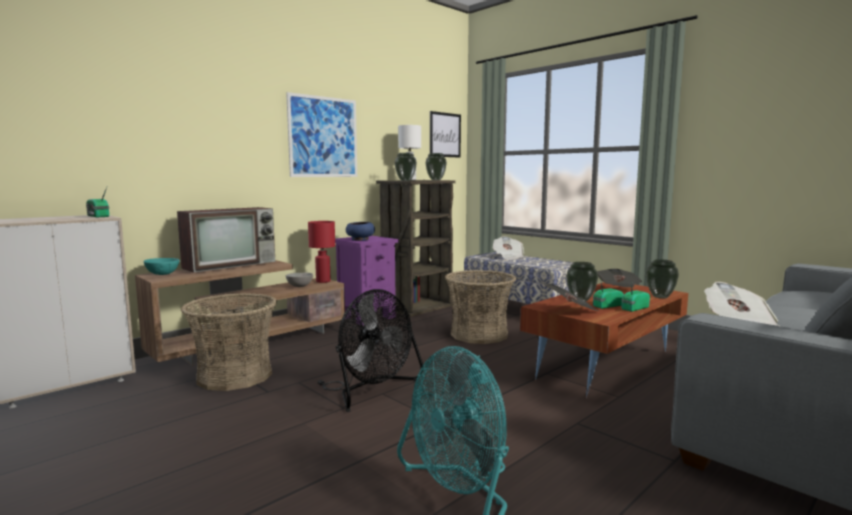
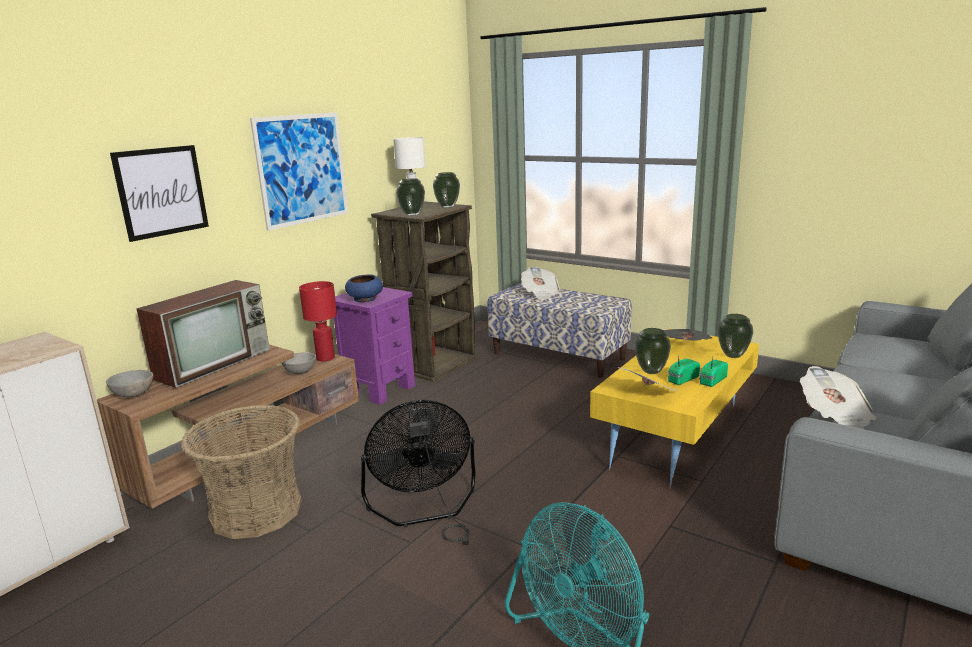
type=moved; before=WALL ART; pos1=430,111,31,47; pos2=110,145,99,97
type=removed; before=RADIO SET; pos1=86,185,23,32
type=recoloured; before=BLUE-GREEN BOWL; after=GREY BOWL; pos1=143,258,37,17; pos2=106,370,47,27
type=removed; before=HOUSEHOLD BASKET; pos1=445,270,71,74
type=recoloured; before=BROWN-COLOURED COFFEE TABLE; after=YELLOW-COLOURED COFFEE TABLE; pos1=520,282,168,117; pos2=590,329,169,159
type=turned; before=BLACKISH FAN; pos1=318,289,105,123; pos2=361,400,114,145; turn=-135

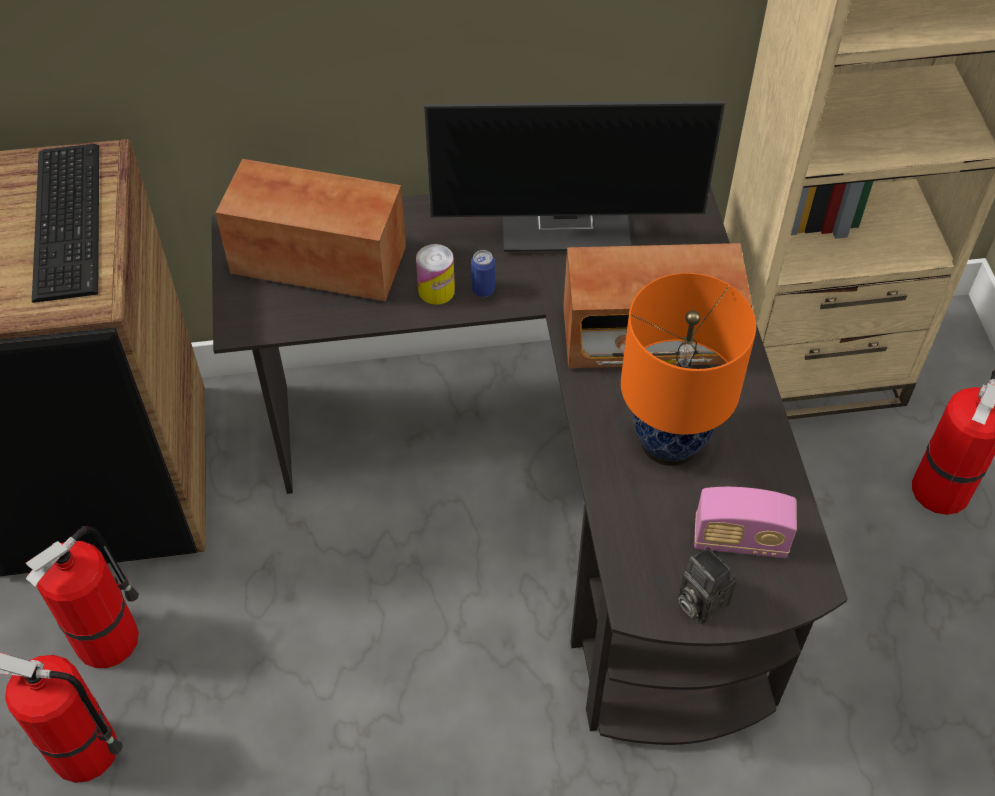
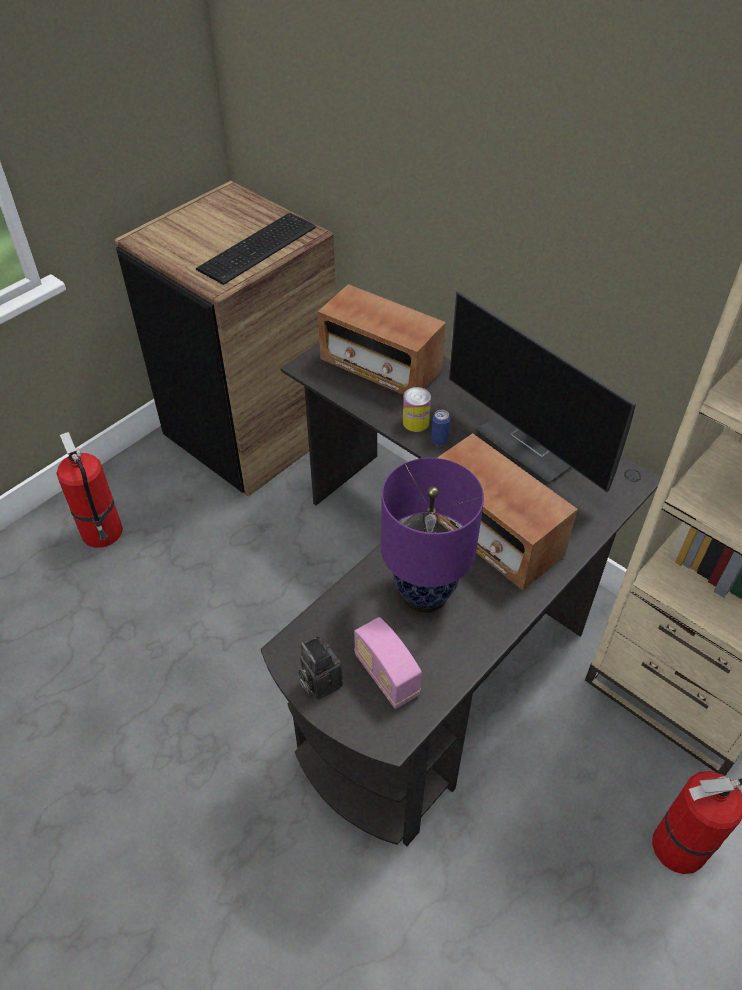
type=turned; before=RADIO SET; pos1=215,159,191,142; pos2=318,284,128,111; turn=150
type=recoloured; before=ORANGEY TABLETOP LAMP; after=PURPLE-COLOURED TABLETOP LAMP; pos1=621,273,135,193; pos2=381,458,103,155
type=removed; before=EXTINGUISHER; pos1=26,526,113,142
type=turned; before=STILL CAMERA; pos1=678,547,58,78; pos2=298,636,45,64; turn=-45

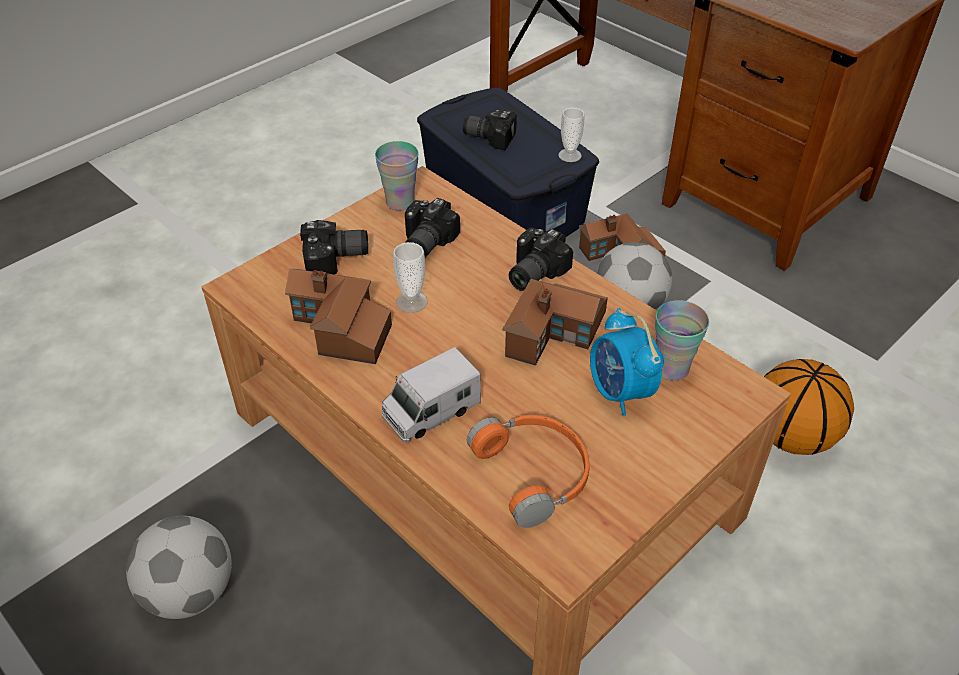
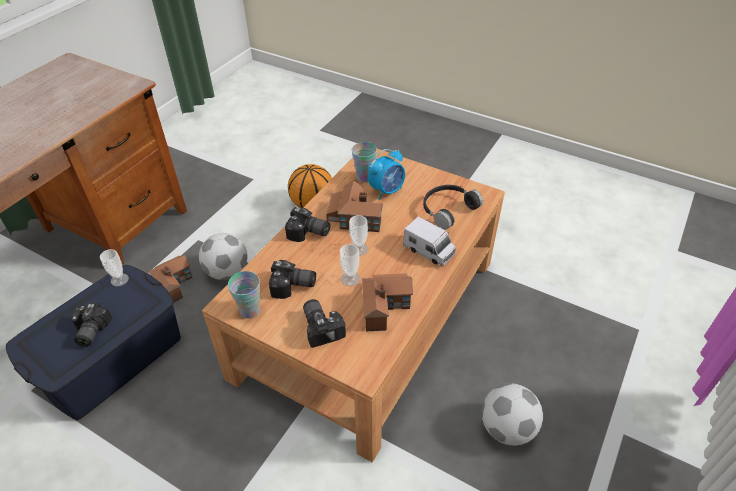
type=recoloured; before=ORANGEY HEADSET; after=BLACKISH HEADSET; pos1=467,415,123,113; pos2=423,185,60,45
type=added; after=DRINKING CUP; pos2=349,215,19,41

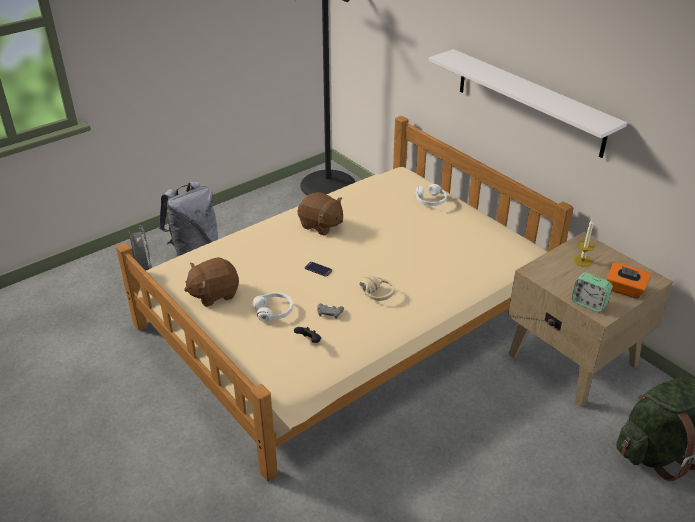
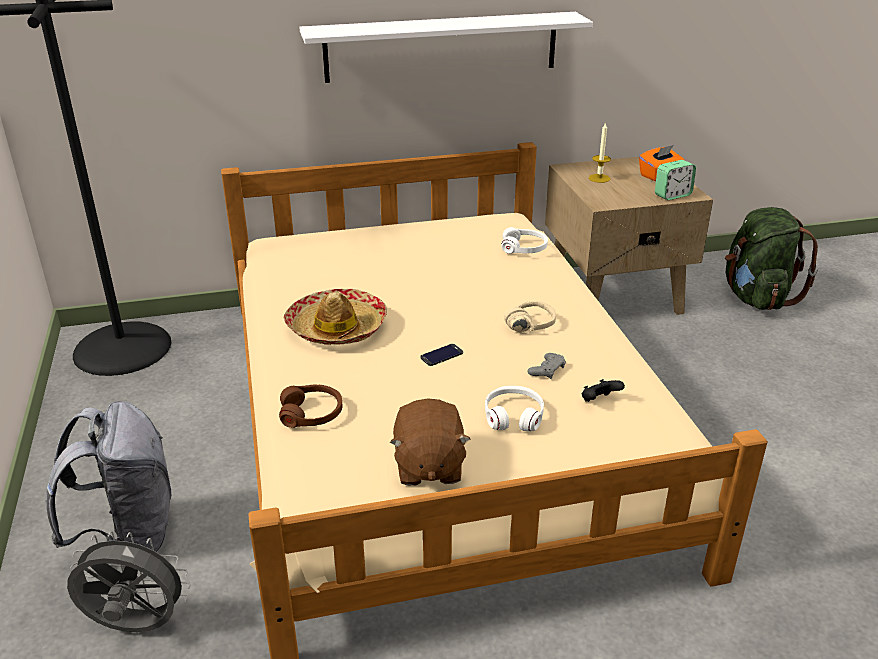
type=moved; before=WHITE HEADSET; pos1=416,184,31,22; pos2=501,227,47,27
type=replaced; before=BROWN-COLOURED PLUSH TOY; after=CLOTHING HAT; pos1=298,192,45,43; pos2=284,289,103,56
type=added; after=BROWN-COLOURED HEADSET; pos2=279,384,63,44

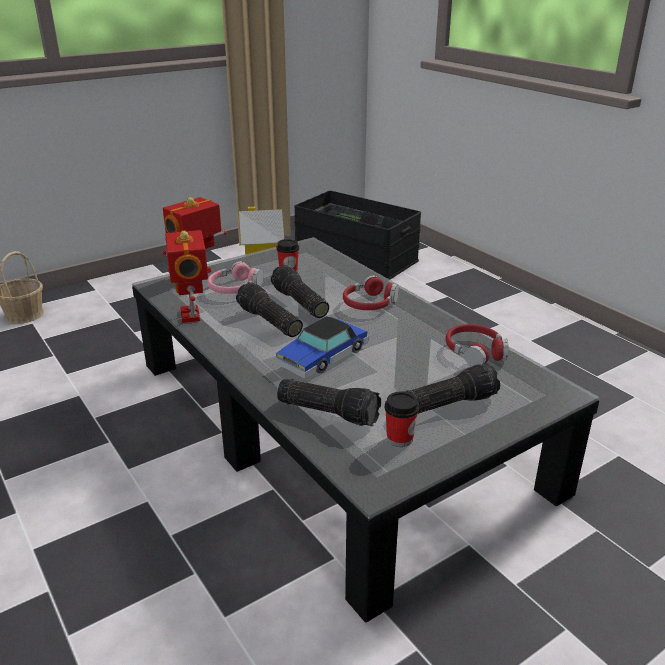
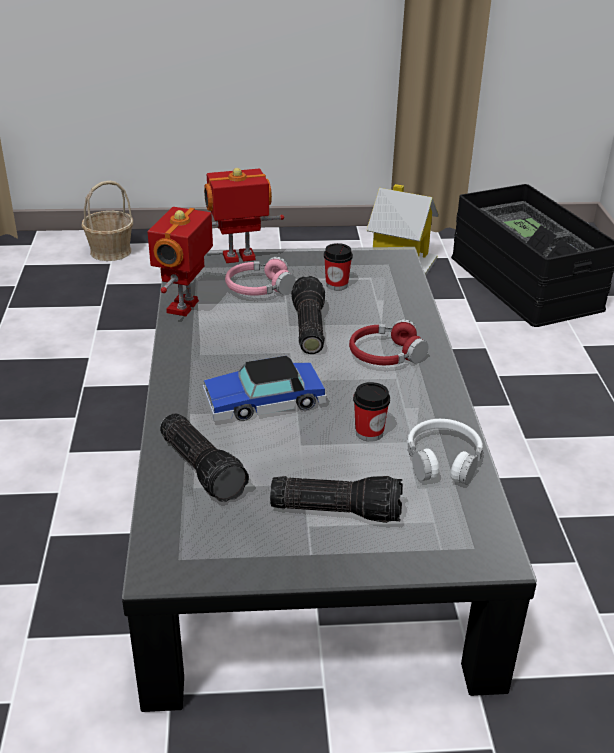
type=removed; before=FLASHLIGHT; pos1=236,282,67,55
type=recoloured; before=RED-COLOURED HEADSET; after=WHITE HEADSET; pos1=445,324,64,43; pos2=407,419,76,66
type=moved; before=DRINKING CUP; pos1=385,391,34,56; pos2=353,382,37,60

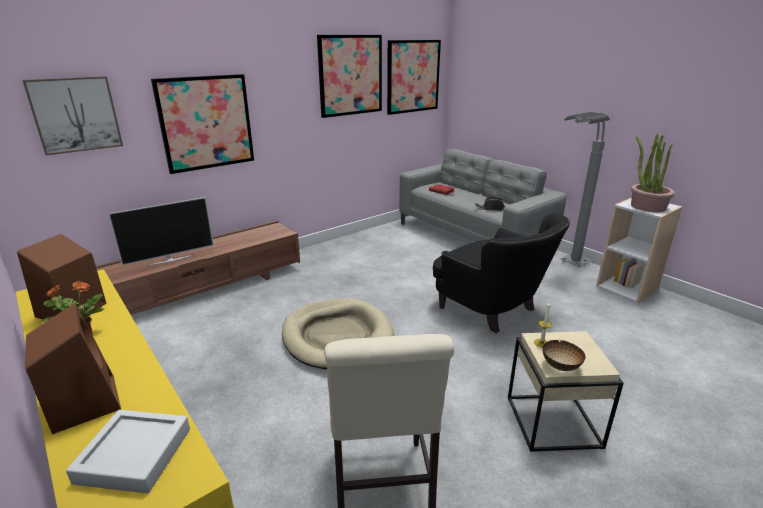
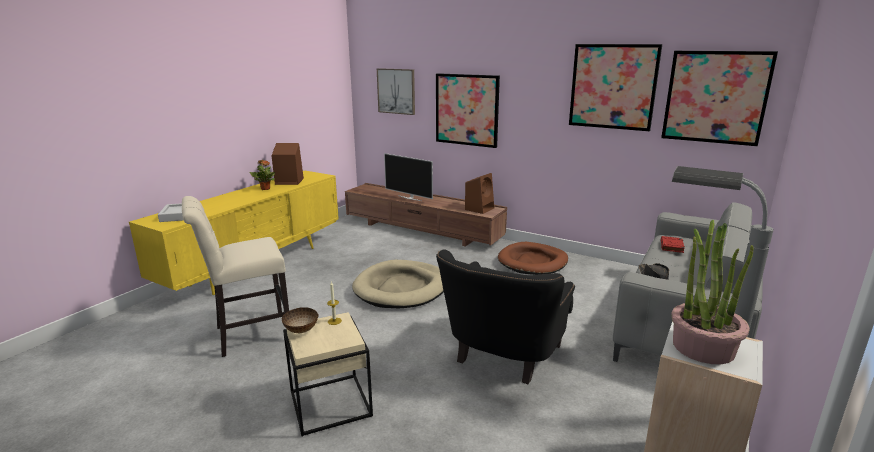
type=moved; before=BROWN-COLOURED SPEAKER; pos1=25,303,96,131; pos2=465,173,29,41
type=added; after=BROWN-COLOURED PET BED; pos2=498,242,70,33

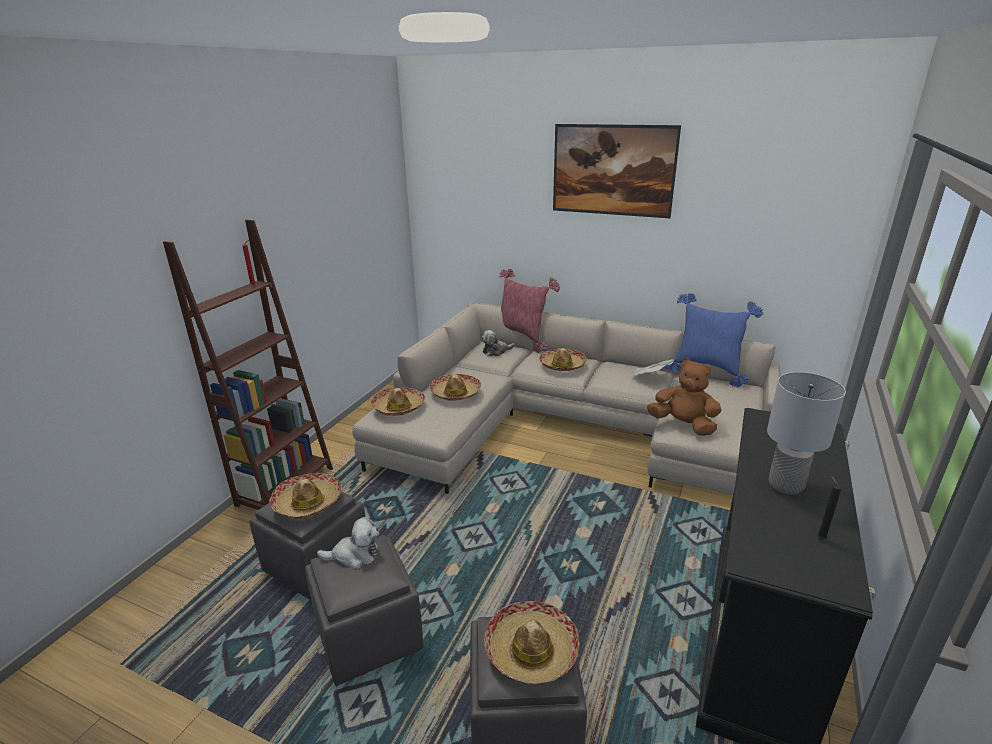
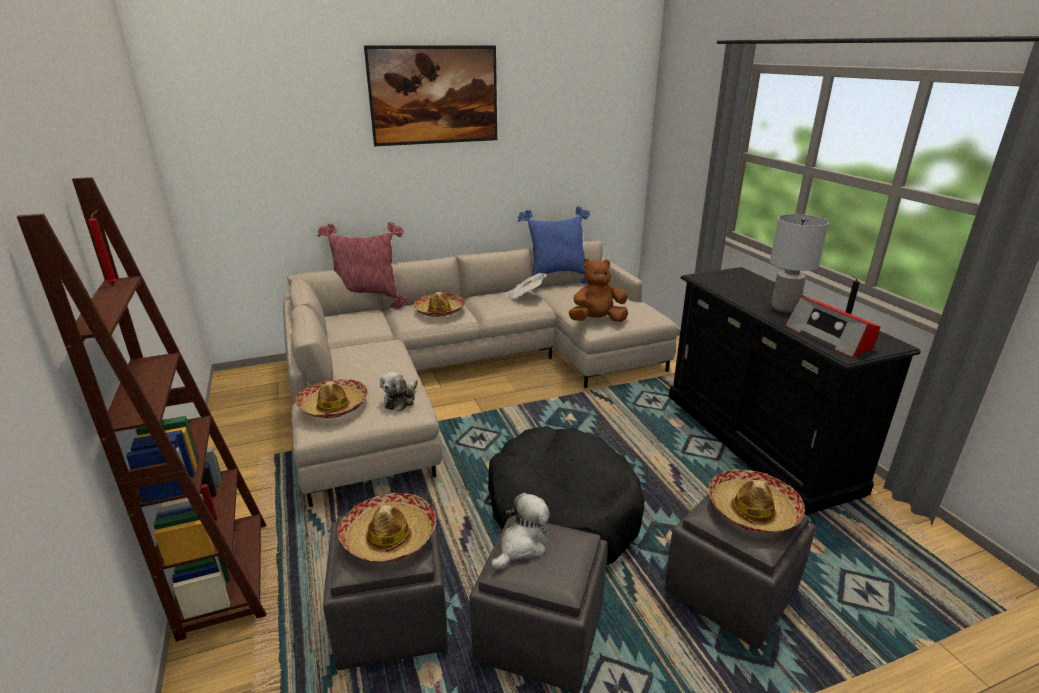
type=moved; before=PLUSH TOY; pos1=481,330,34,26; pos2=380,372,38,39
type=removed; before=CLOTHING HAT; pos1=429,374,52,27
type=added; after=RADIO SET; pos2=785,296,95,62
type=added; after=BLACKISH PET BED; pos2=488,426,157,139

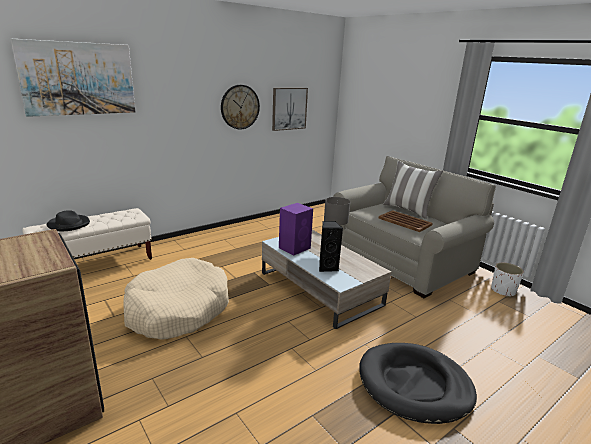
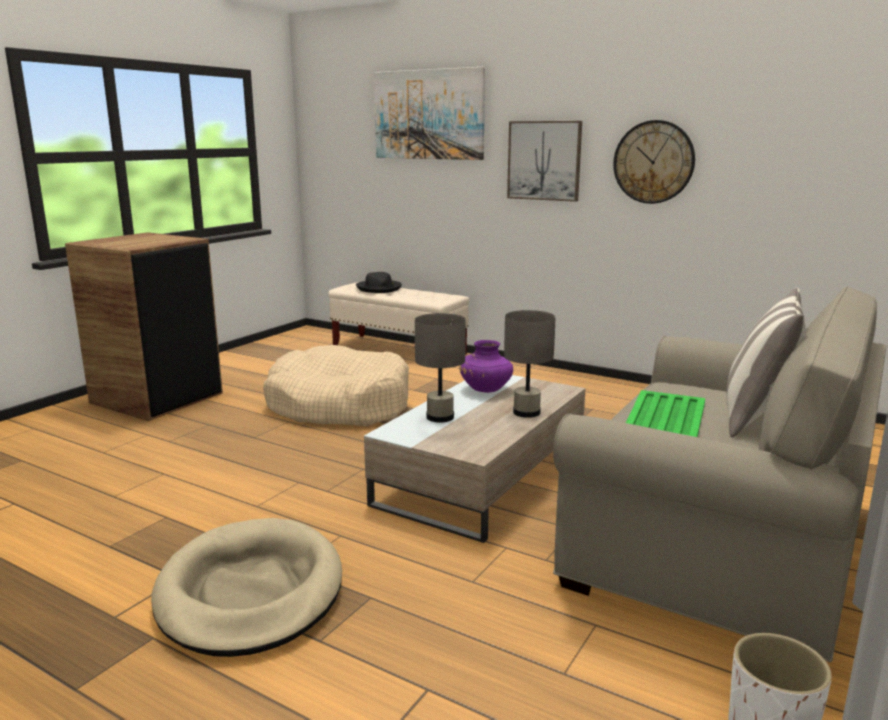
type=moved; before=WALL ART; pos1=272,88,36,43; pos2=507,121,75,81
type=replaced; before=PURPLE-COLOURED SPEAKER; after=PURPLE-COLOURED VASE; pos1=279,203,34,52; pos2=459,340,54,53
type=recoloured; before=BROWN-COLOURED CARRYING TRAY; after=GREEN-COLOURED CARRYING TRAY; pos1=379,210,54,22; pos2=626,390,79,47
type=replaced; before=BLACKISH SPEAKER; after=GREY TABLETOP LAMP; pos1=319,221,24,51; pos2=415,313,51,110
type=recoloured; before=BLACKISH PET BED; after=SAND-COLOURED PET BED; pos1=359,343,118,81; pos2=152,518,190,139

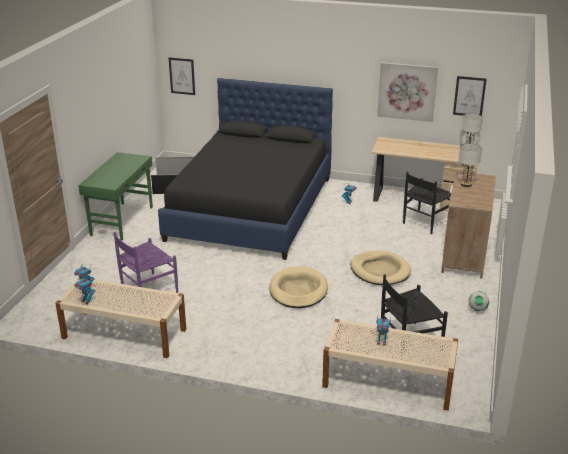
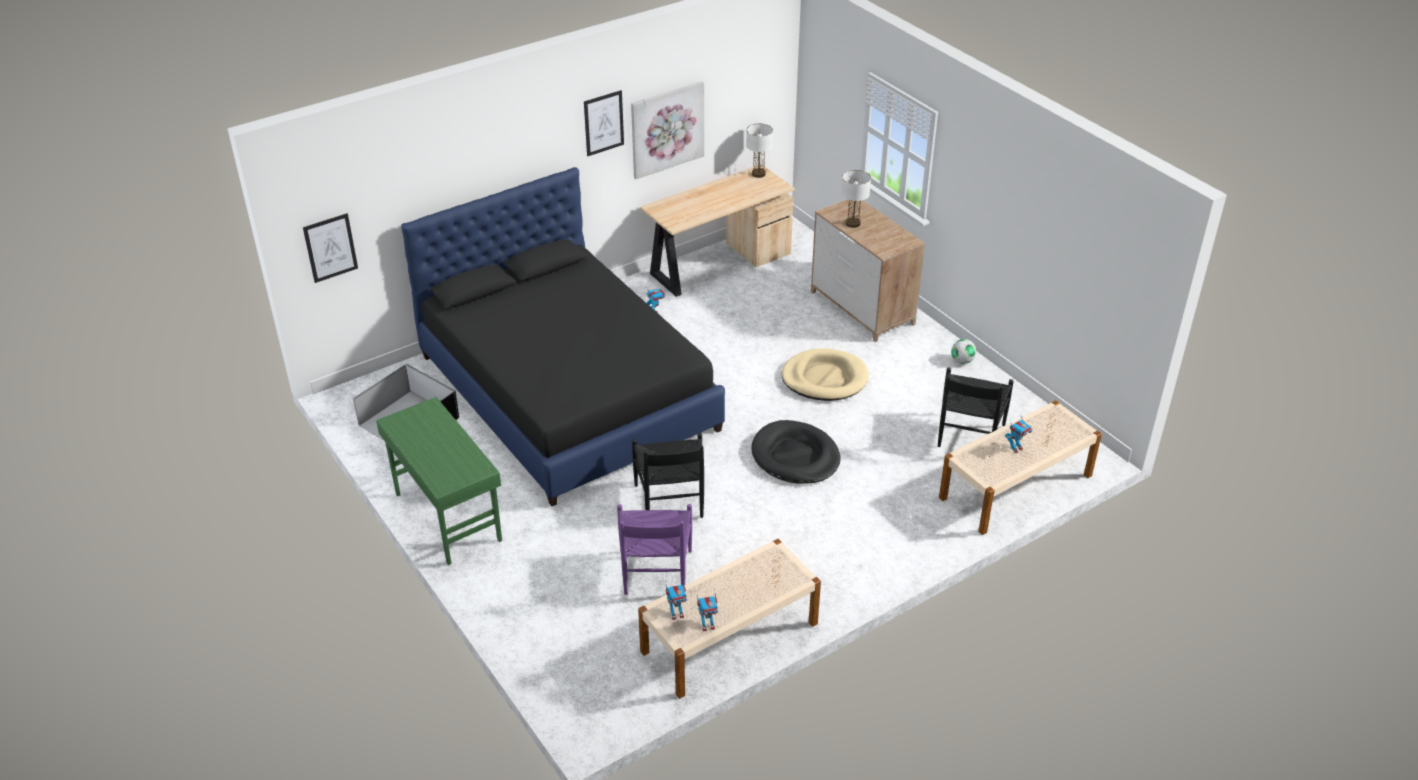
type=moved; before=WALL ART; pos1=453,76,34,40; pos2=584,90,40,66
type=moved; before=BLACKISH UPRIGHT CHAIR; pos1=403,172,48,62; pos2=632,433,72,85
type=recoloured; before=SAND-COLOURED PET BED; after=BLACKISH PET BED; pos1=269,267,59,41; pos2=751,420,90,64

